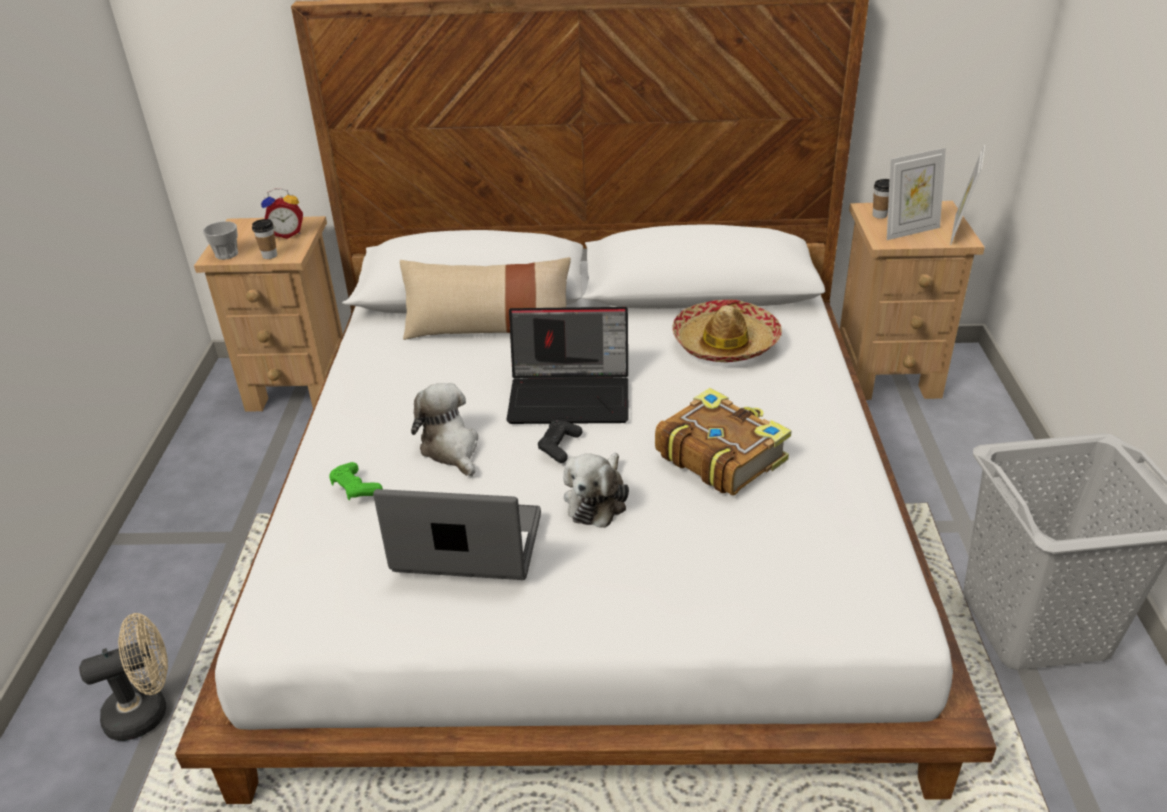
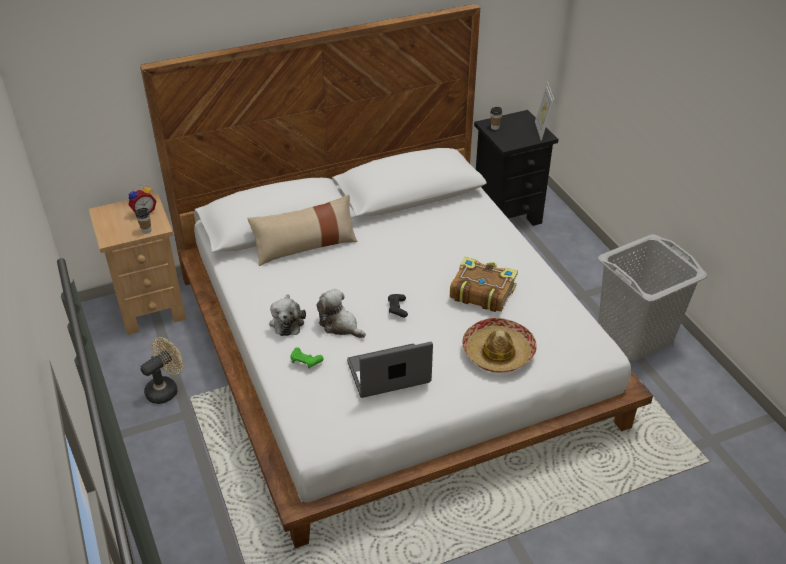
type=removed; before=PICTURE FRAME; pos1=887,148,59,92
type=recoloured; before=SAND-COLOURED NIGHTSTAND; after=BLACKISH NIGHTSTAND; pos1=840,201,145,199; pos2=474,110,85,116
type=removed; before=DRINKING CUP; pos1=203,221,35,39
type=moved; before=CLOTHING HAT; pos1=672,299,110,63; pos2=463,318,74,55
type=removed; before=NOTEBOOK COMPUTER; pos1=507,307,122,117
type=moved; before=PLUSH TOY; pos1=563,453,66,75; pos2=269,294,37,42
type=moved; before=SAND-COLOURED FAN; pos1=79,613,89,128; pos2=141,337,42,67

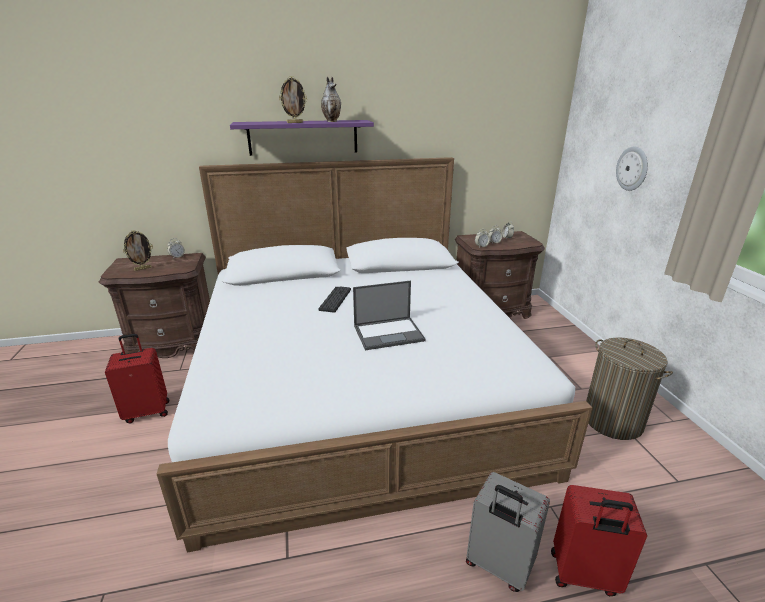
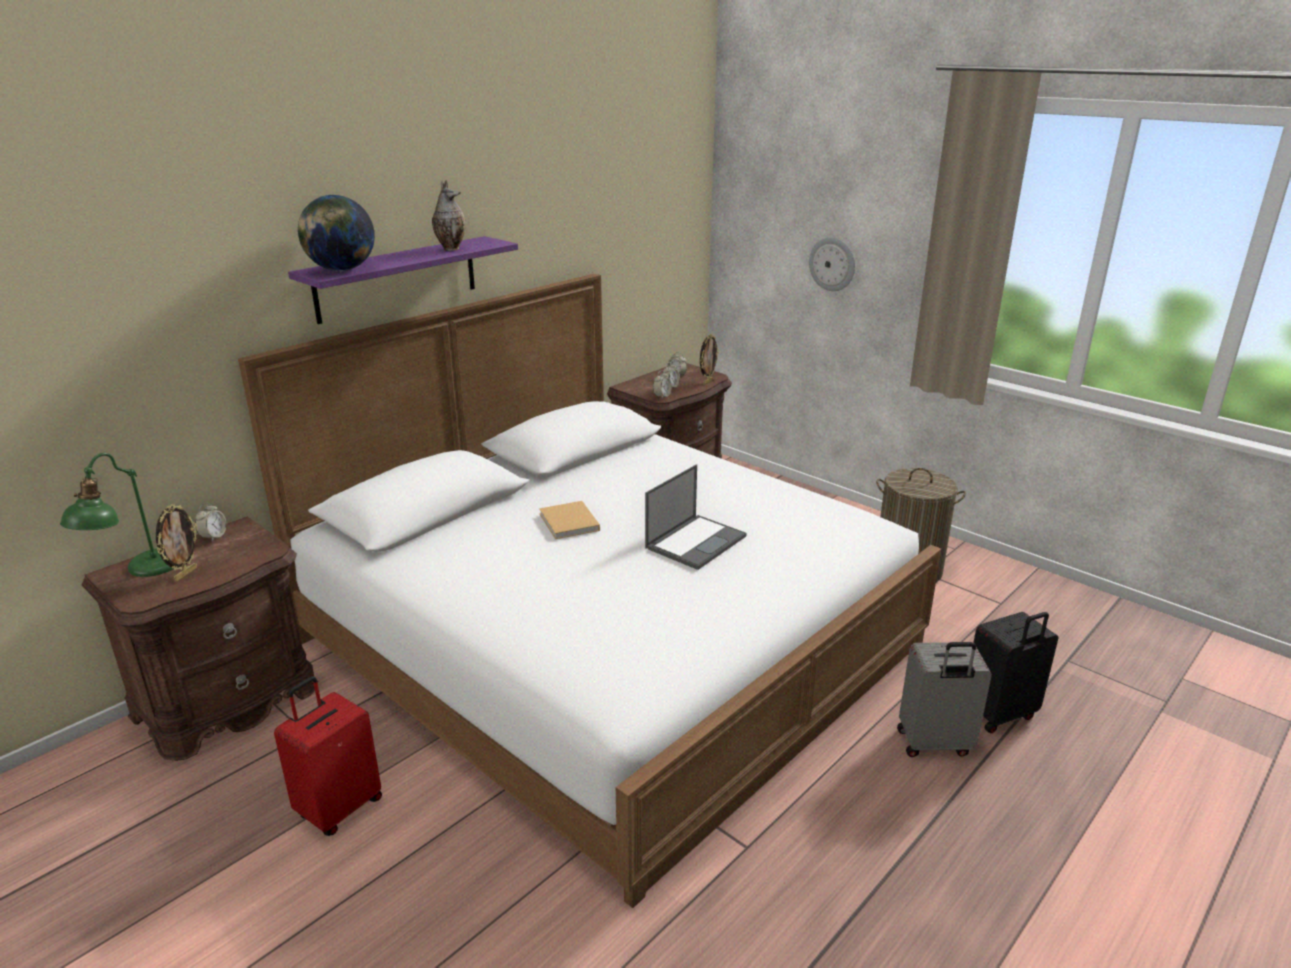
type=moved; before=PICTURE FRAME; pos1=279,76,28,47; pos2=700,334,19,51
type=replaced; before=COMPUTER KEYBOARD; after=SAND-COLOURED BOUND BOOK; pos1=318,286,33,27; pos2=539,501,61,38
type=recoloured; before=RED-COLOURED TRAVEL CASE; after=BLACKISH TRAVEL CASE; pos1=551,485,96,111; pos2=973,612,85,121
type=added; after=DESK GLOBE; pos2=298,195,77,76
type=added; after=GREEN-COLOURED TABLETOP LAMP; pos2=60,453,113,124

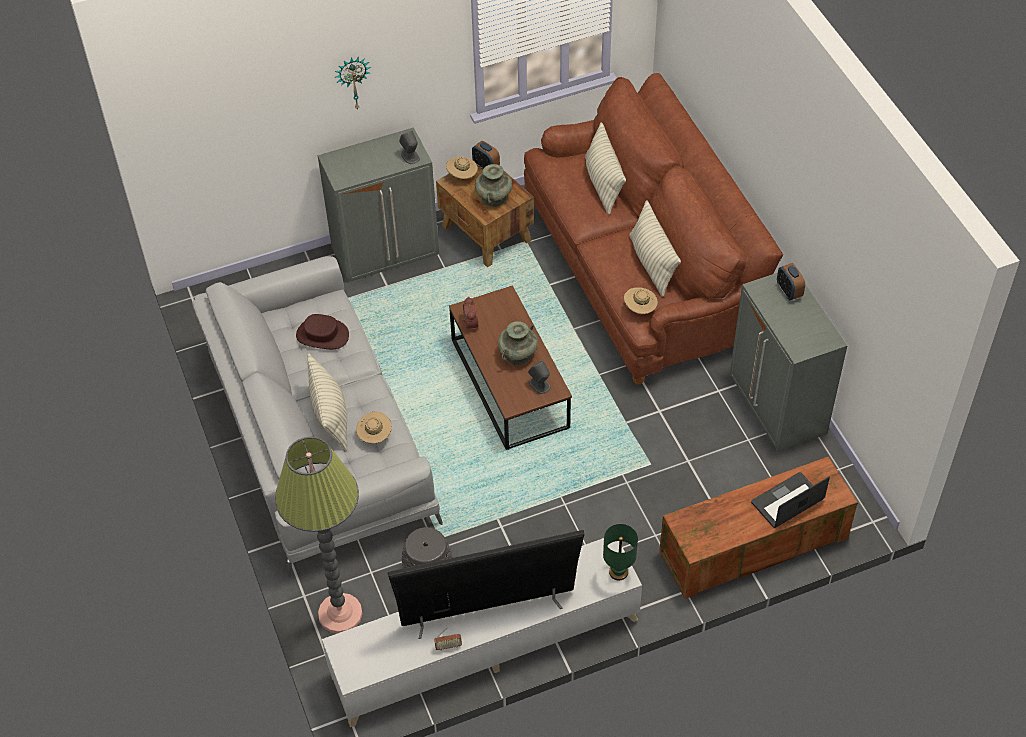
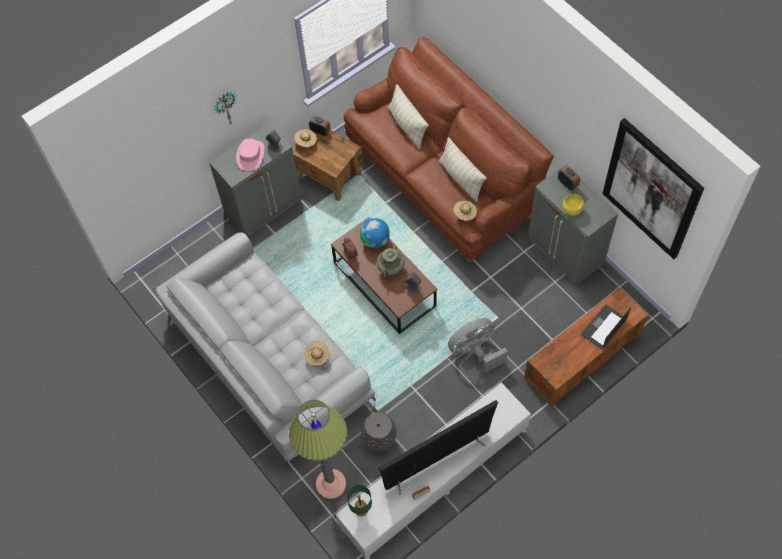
type=removed; before=BLUE-GREEN VASE; pos1=475,164,37,43
type=removed; before=BROWN-COLOURED CLOTHING HAT; pos1=296,314,53,35
type=removed; before=THROW PILLOW; pos1=307,353,41,99
type=moved; before=GREEN-COLOURED TABLETOP LAMP; pos1=603,524,35,56; pos2=347,485,25,31
type=added; after=WALL ART; pos2=602,118,102,141
type=added; after=PINK-COLOURED CLOTHING HAT; pos2=236,139,29,32
type=added; after=YELLOW-COLOURED BOWL; pos2=563,195,21,20
type=added; after=DESK GLOBE; pos2=360,218,30,30
type=added; after=GREY FAN; pos2=448,318,60,55

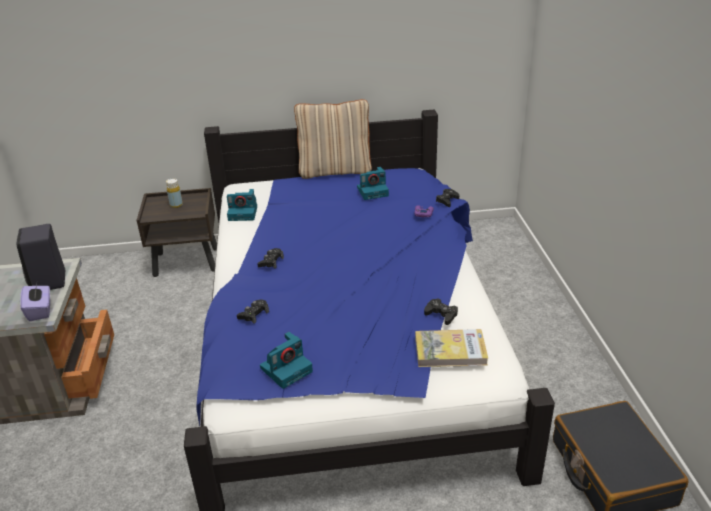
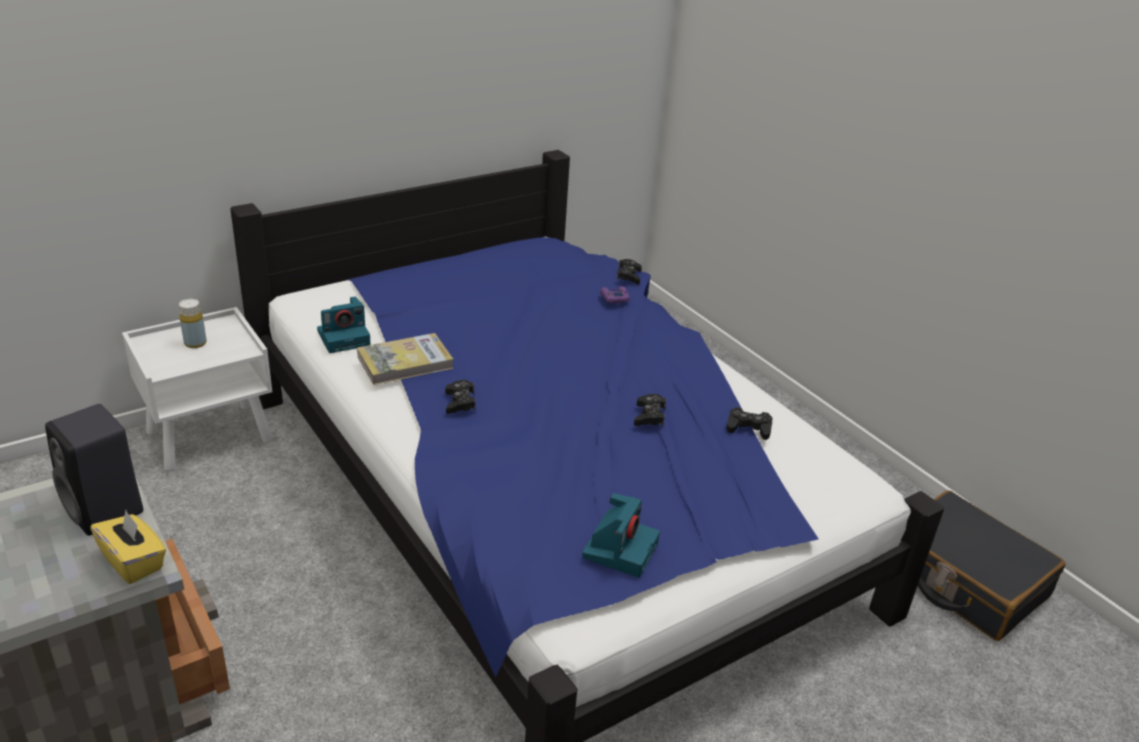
type=removed; before=SAND-COLOURED THROW PILLOW; pos1=294,99,78,80
type=removed; before=STILL CAMERA; pos1=357,167,32,33
type=recoloured; before=BROWN-COLOURED NIGHTSTAND; after=WHITE NIGHTSTAND; pos1=137,188,80,89; pos2=122,307,150,165
type=recoloured; before=PURPLE-COLOURED BOX OF TISSUES; after=YELLOW-COLOURED BOX OF TISSUES; pos1=20,283,30,38; pos2=90,510,76,74
type=moved; before=BLACKISH JOYPAD; pos1=237,299,32,25; pos2=634,394,32,32
type=moved; before=BOUND BOOK; pos1=415,329,73,38; pos2=357,333,96,52

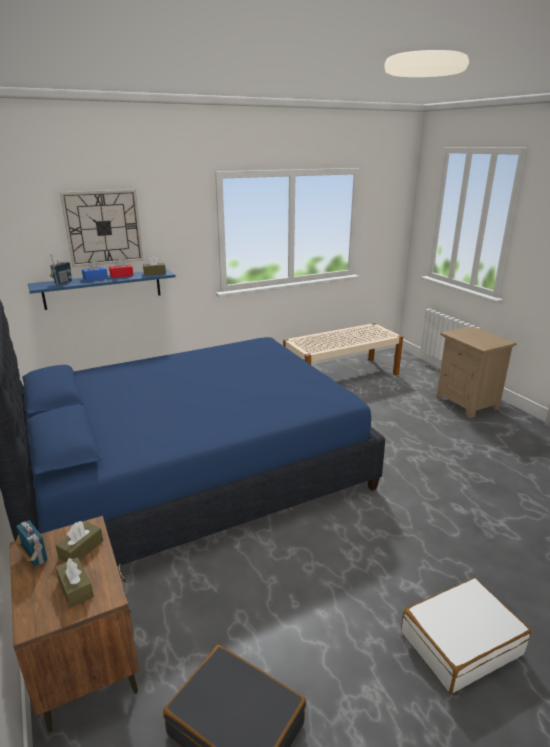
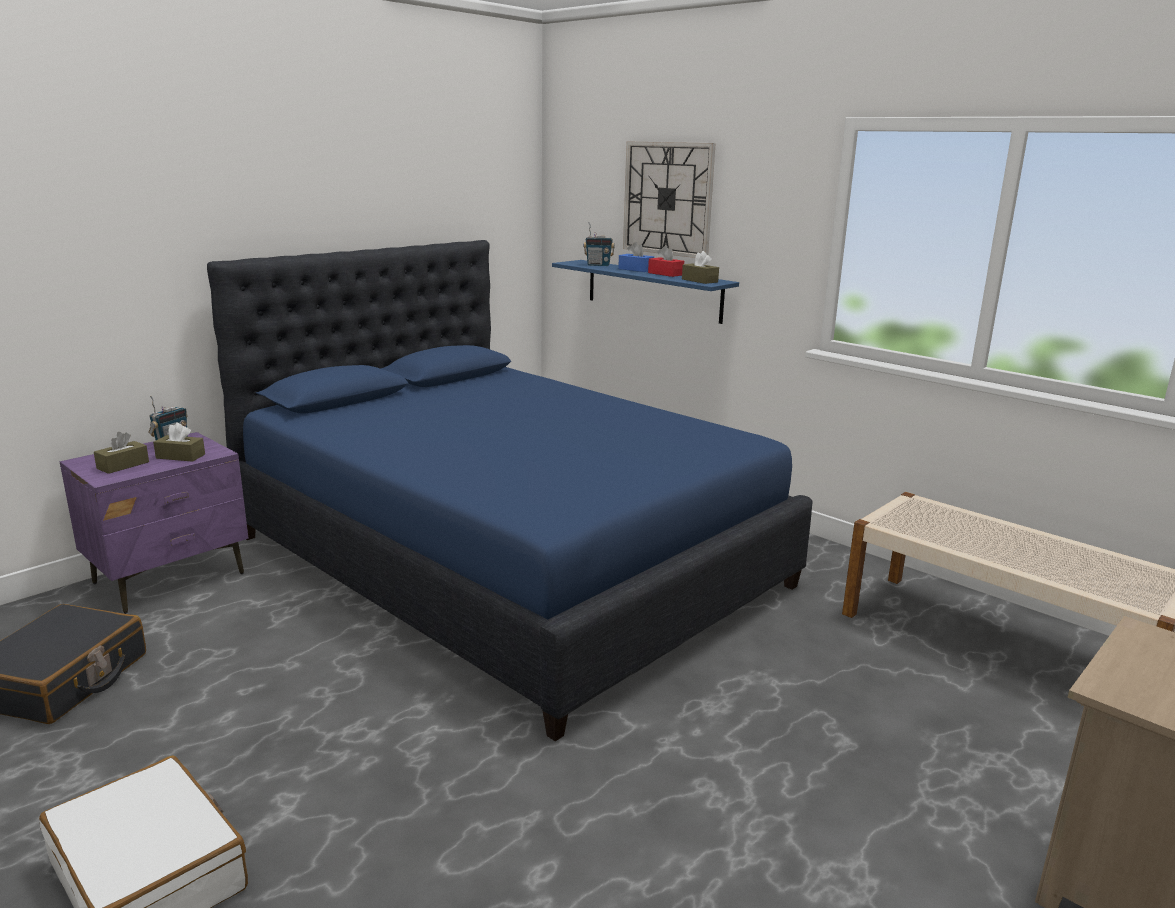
type=recoloured; before=BROWN-COLOURED NIGHTSTAND; after=PURPLE-COLOURED NIGHTSTAND; pos1=10,516,130,216; pos2=60,432,188,182

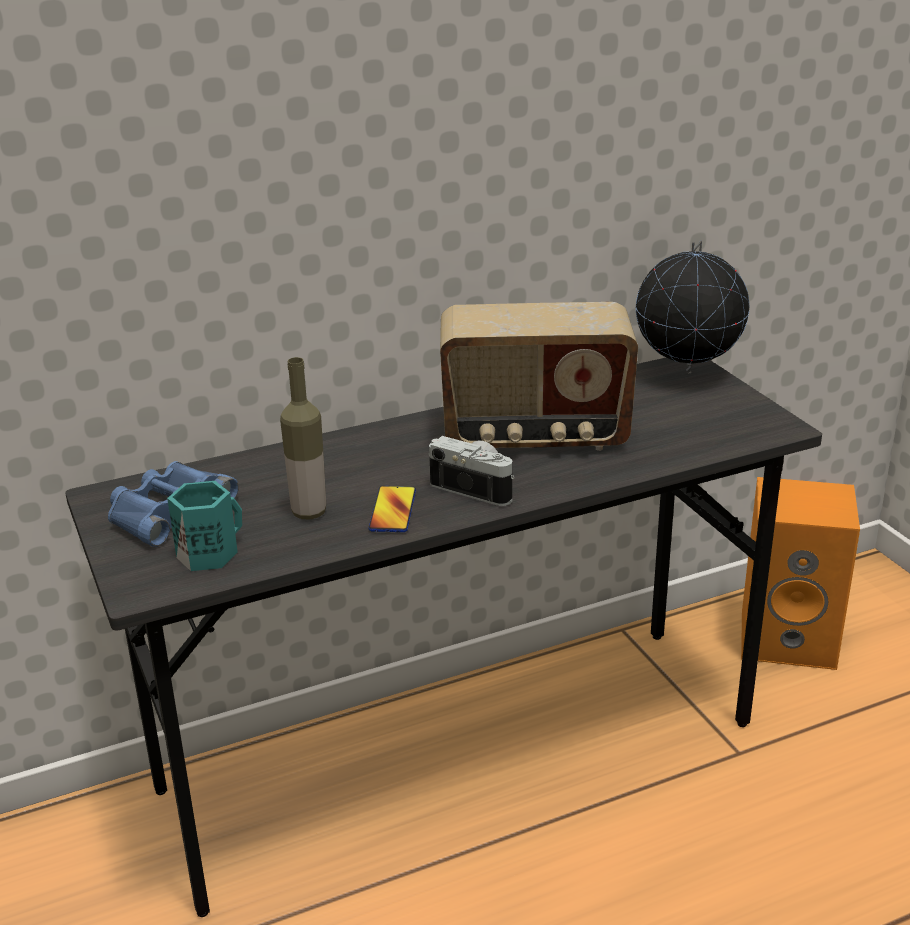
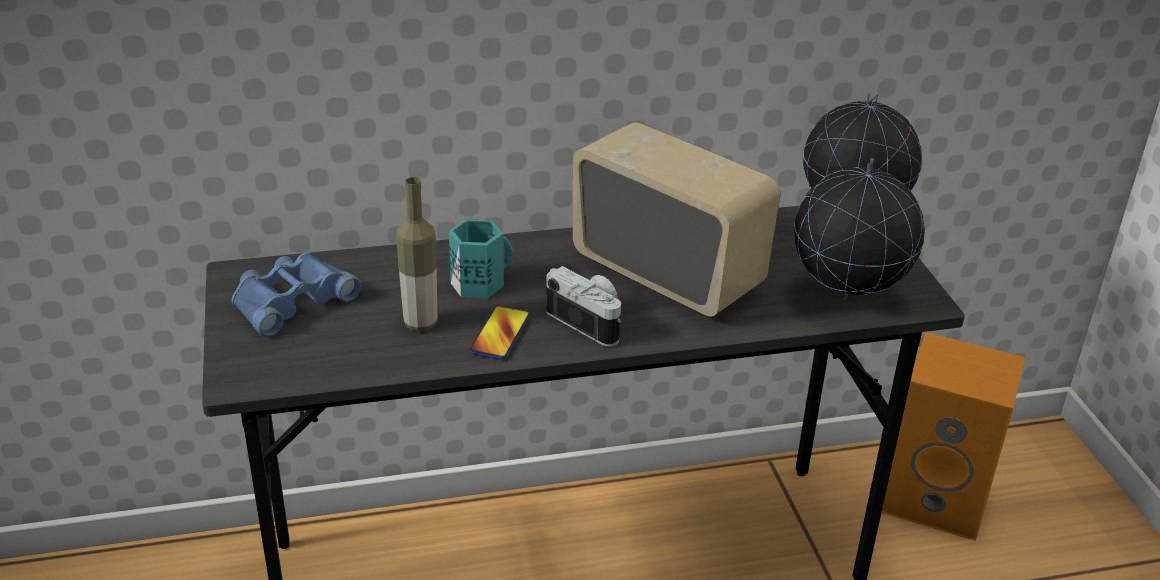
type=turned; before=RADIO SET; pos1=440,302,198,149; pos2=573,122,208,194; turn=-150
type=moved; before=BLUE-GREEN COFFEE MUG; pos1=167,481,75,90; pos2=449,219,64,80
type=added; after=DESK GLOBE; pos2=794,158,131,143

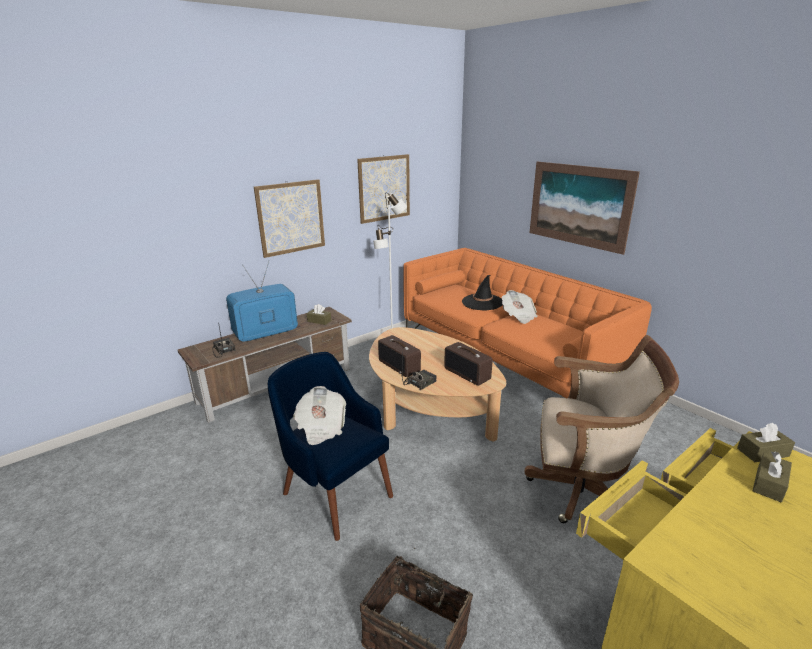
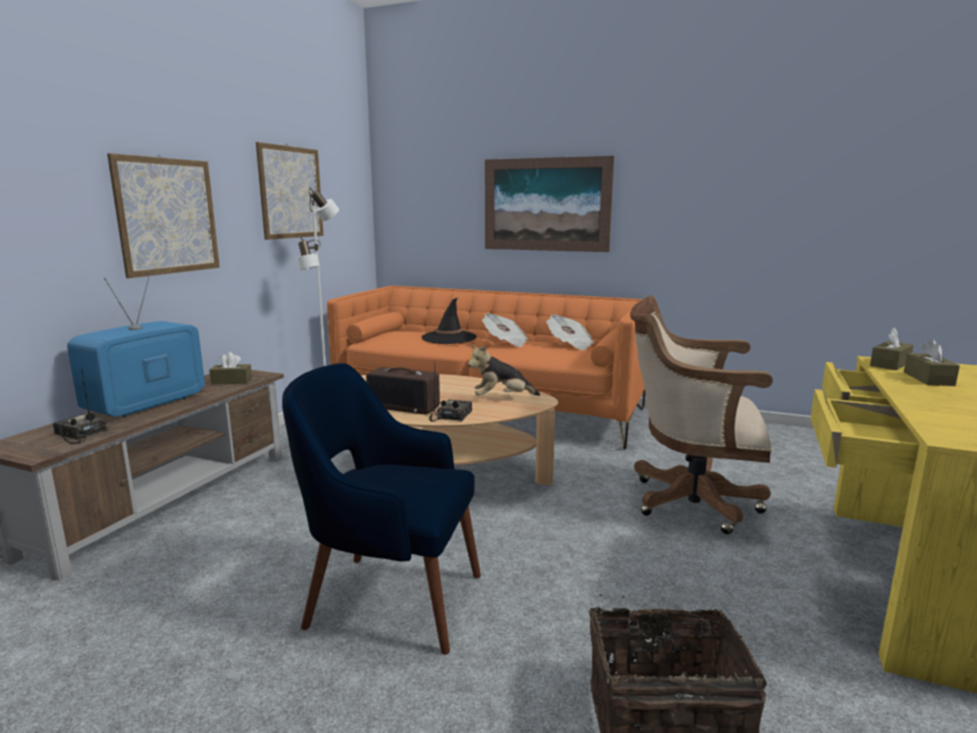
type=turned; before=OFFICE CHAIR; pos1=525,335,154,188; pos2=630,295,143,239; turn=-150
type=replaced; before=RADIO SET; after=PLUSH TOY; pos1=444,342,49,44; pos2=468,344,72,52
type=moved; before=DAILY PAPER; pos1=293,386,53,59; pos2=546,315,49,35

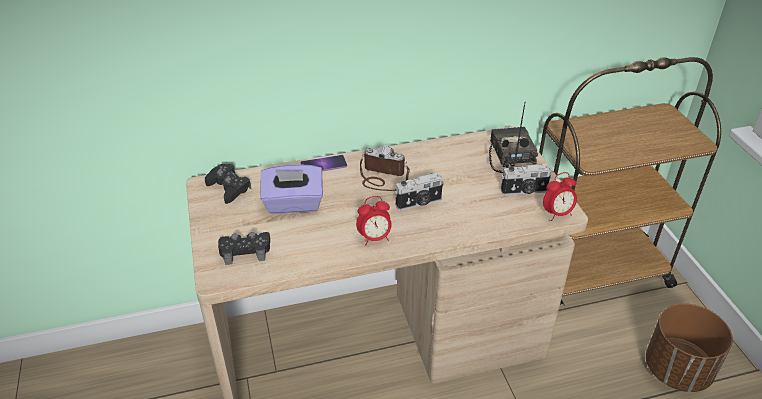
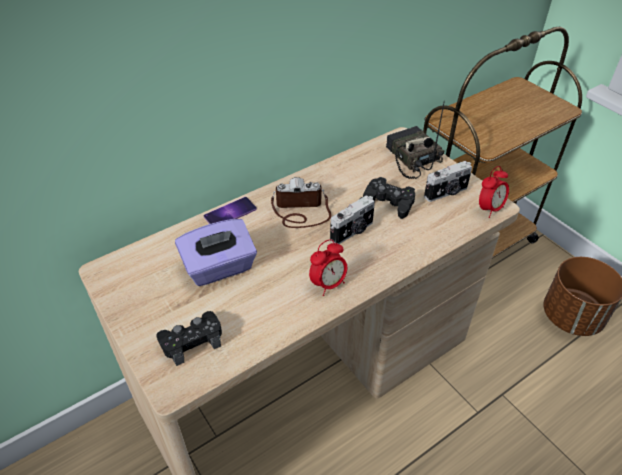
type=moved; before=BLACKISH JOYPAD; pos1=205,164,46,40; pos2=363,177,52,42

